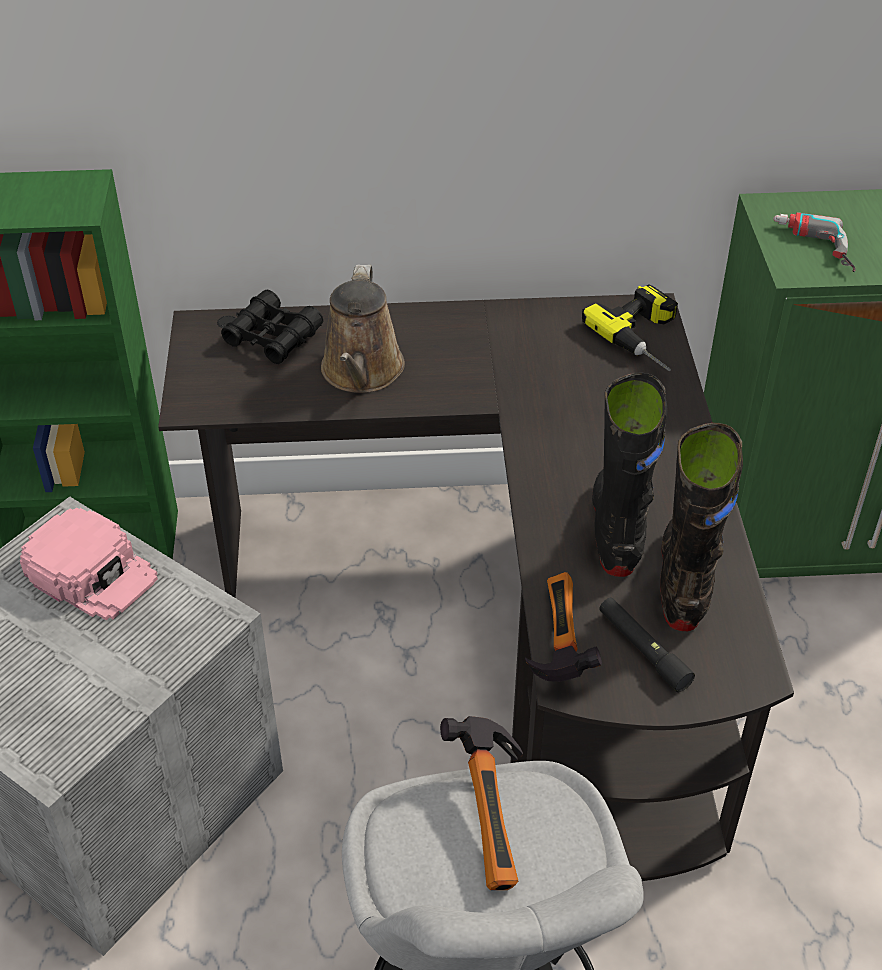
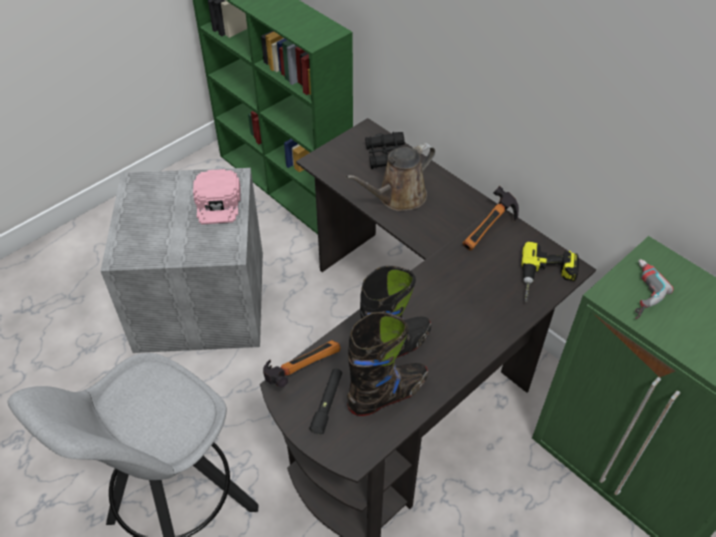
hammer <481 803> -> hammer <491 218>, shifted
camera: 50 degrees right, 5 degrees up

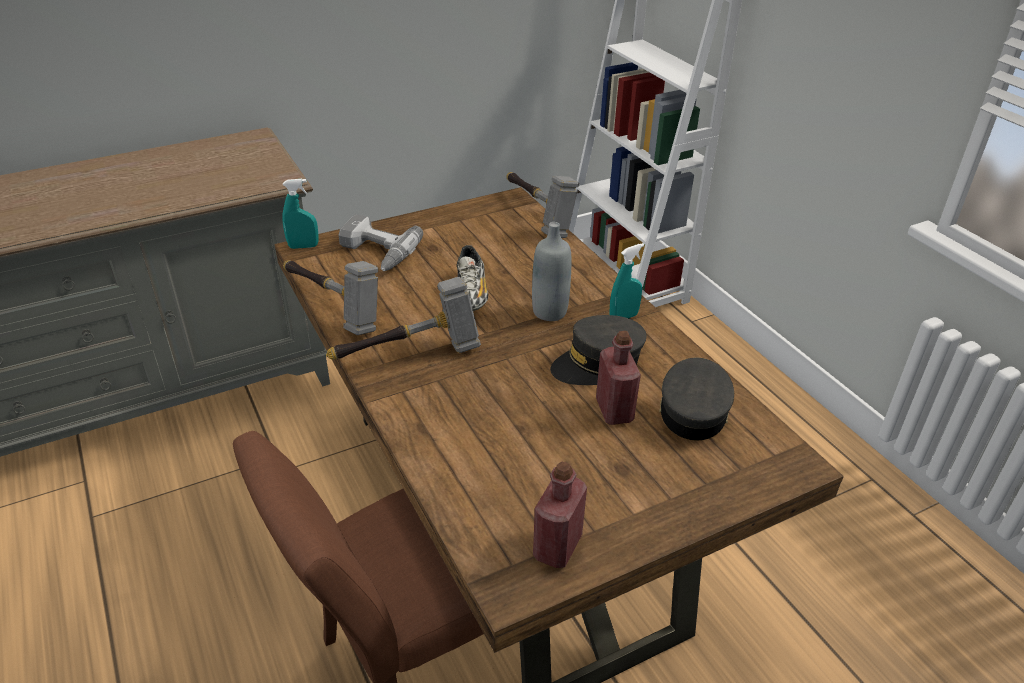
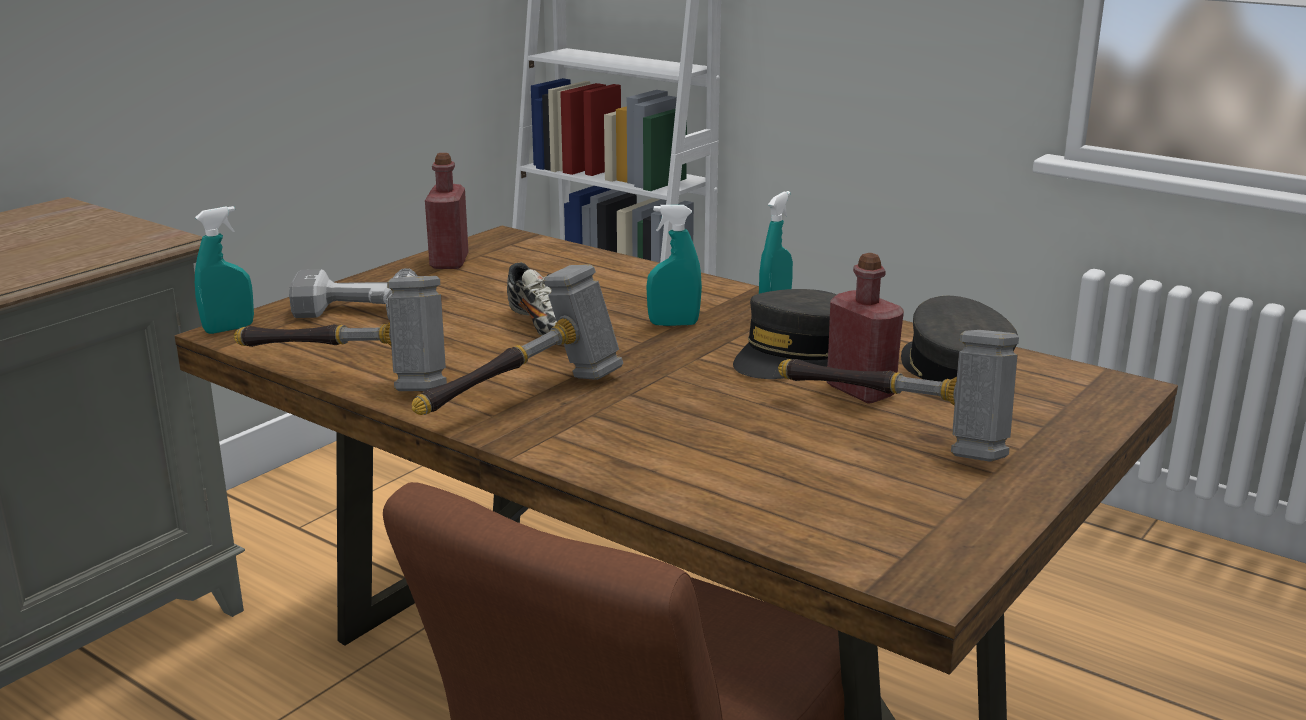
hammer <543 205> -> hammer <898 396>, shifted
bottle/grey <551 271> -> spray bottle/turquoise <674 265>
bottle/red <560 515> -> bottle/red <447 211>, shifted
camera: 25 degrees left, 15 degrees down

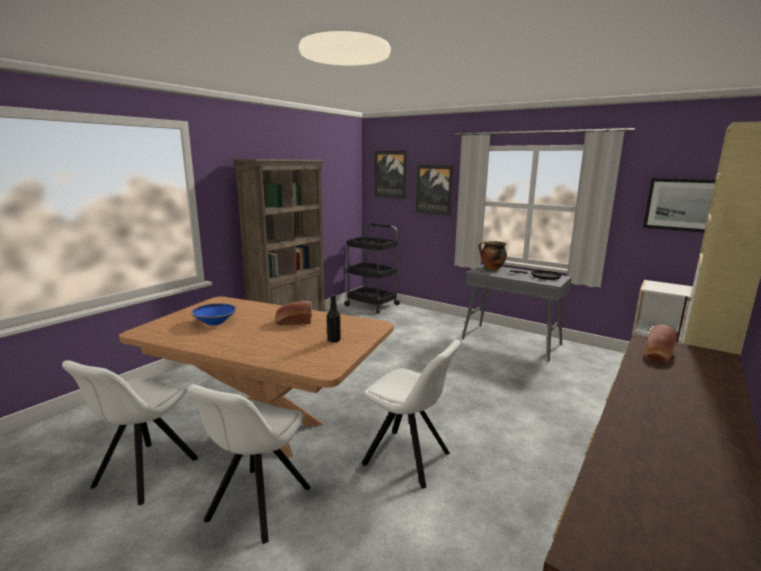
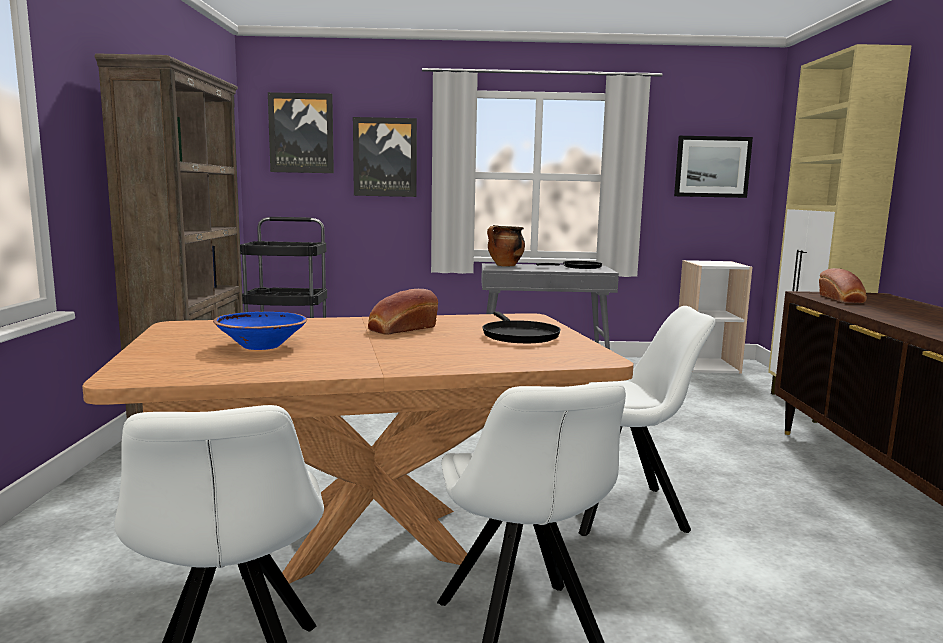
bottle/black <334 318> -> frying pan/black <521 327>
camera: 35 degrees left, 5 degrees down

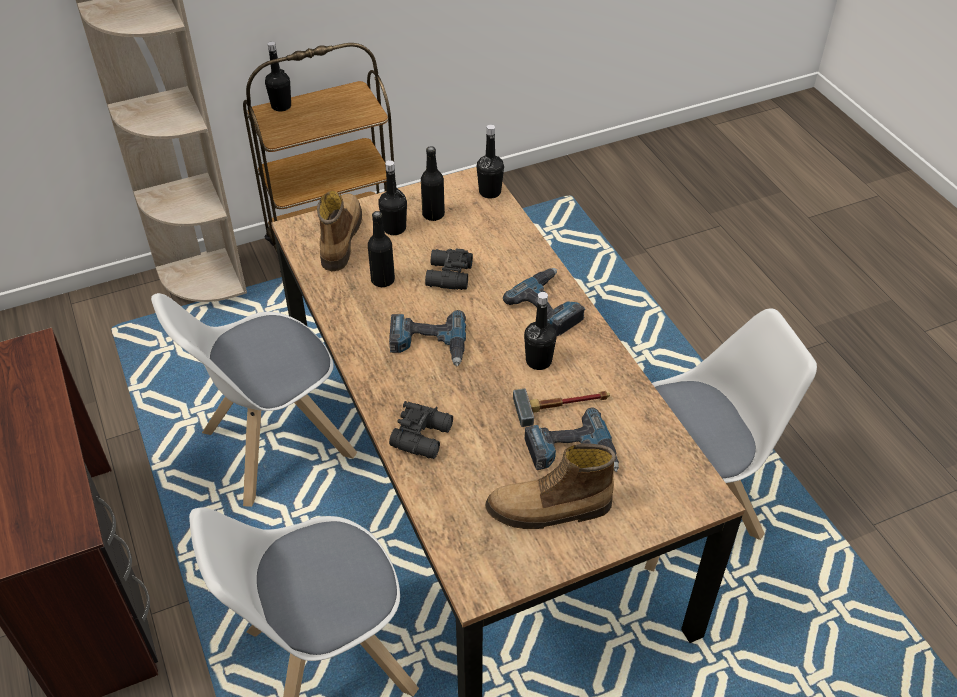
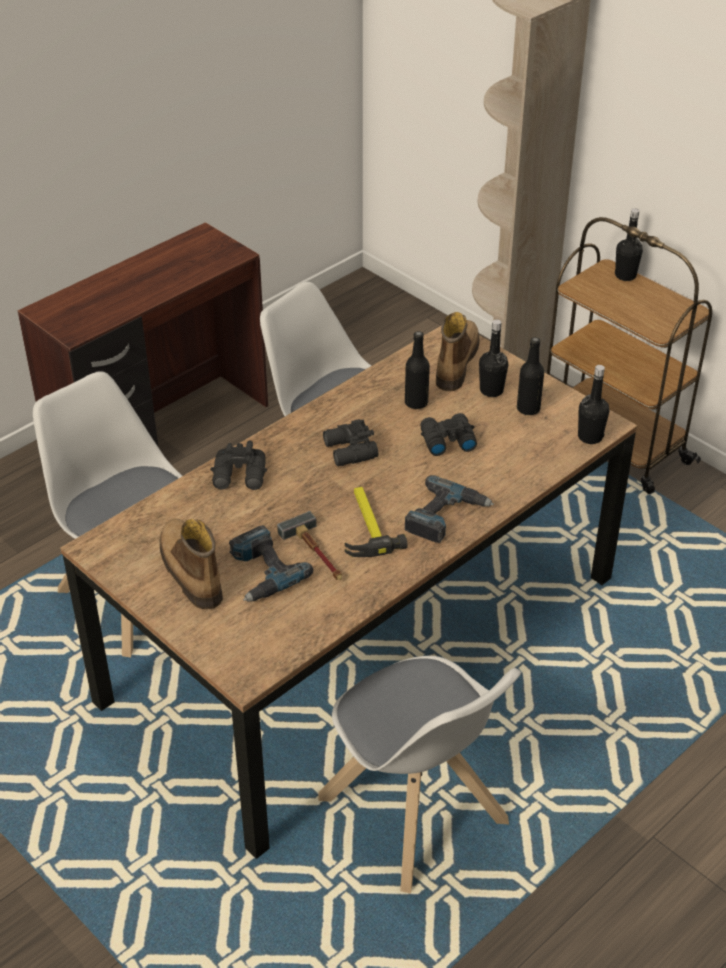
boot <339 231> -> boot <457 351>, 60 degrees counterclockwise
power drill <427 338> -> binoculars/black <350 442>
bottle/black <540 331> -> hammer <376 522>
camera: 70 degrees right, 5 degrees down

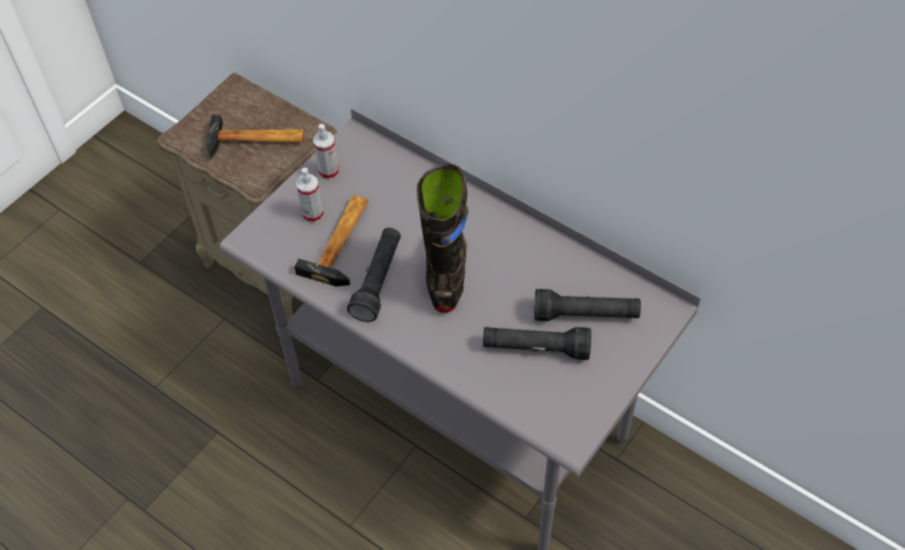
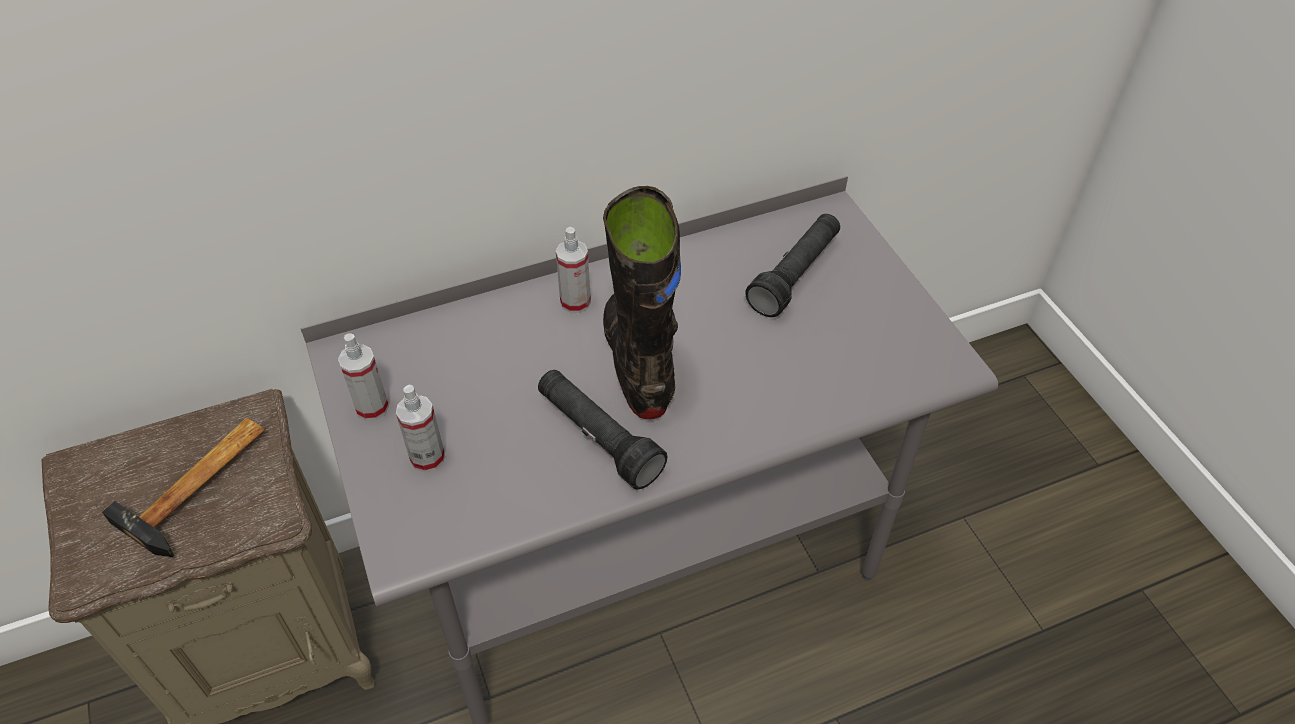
hammer <331 241> -> none
boot/black <442 238> -> boot/black <642 302>, 45 degrees clockwise
flashlight/black <537 343> -> none
none -> spray bottle <573 270>
camera: 60 degrees left, 5 degrees down

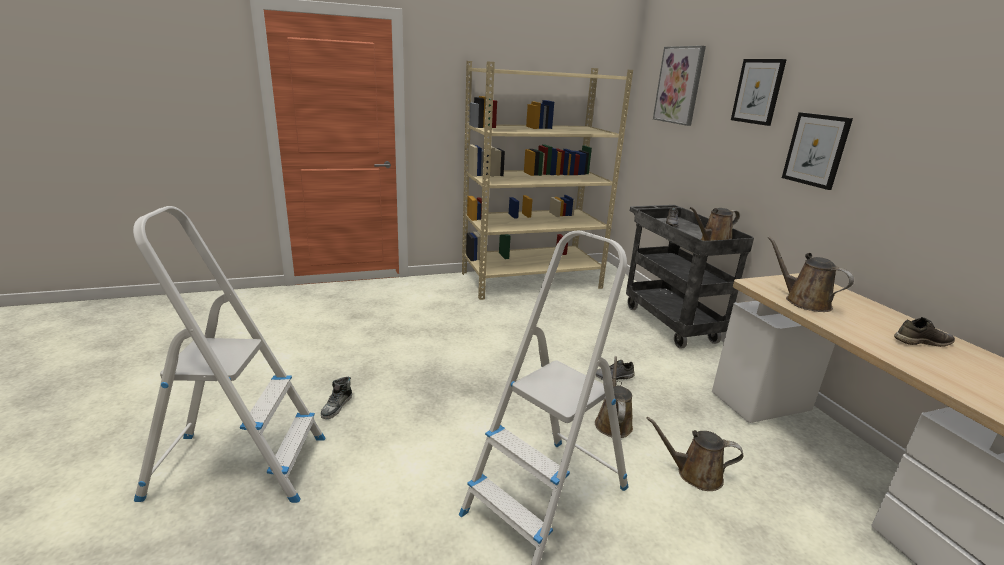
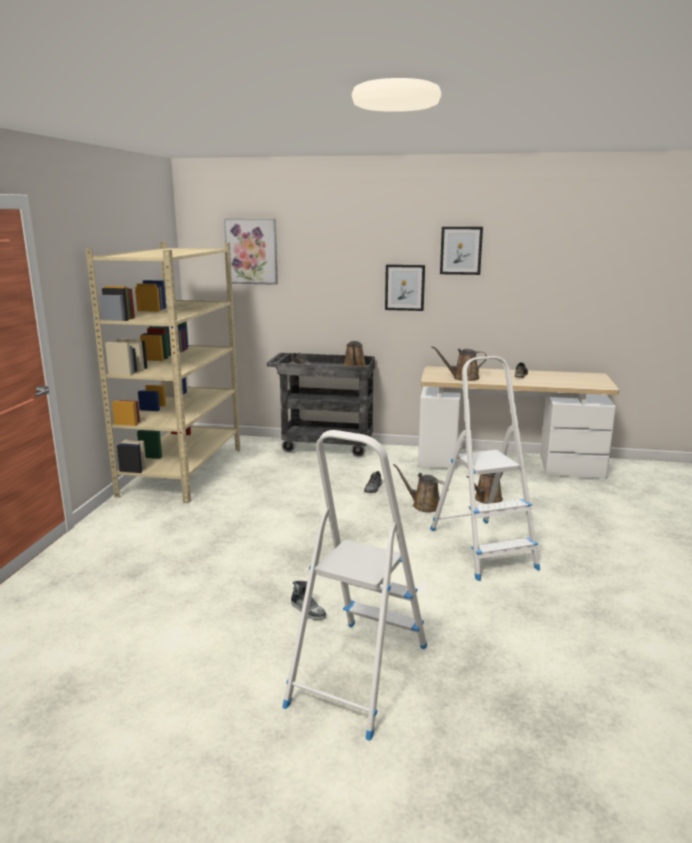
picture <759 92> -> picture <461 251>, shifted
camera: 60 degrees left, 5 degrees down

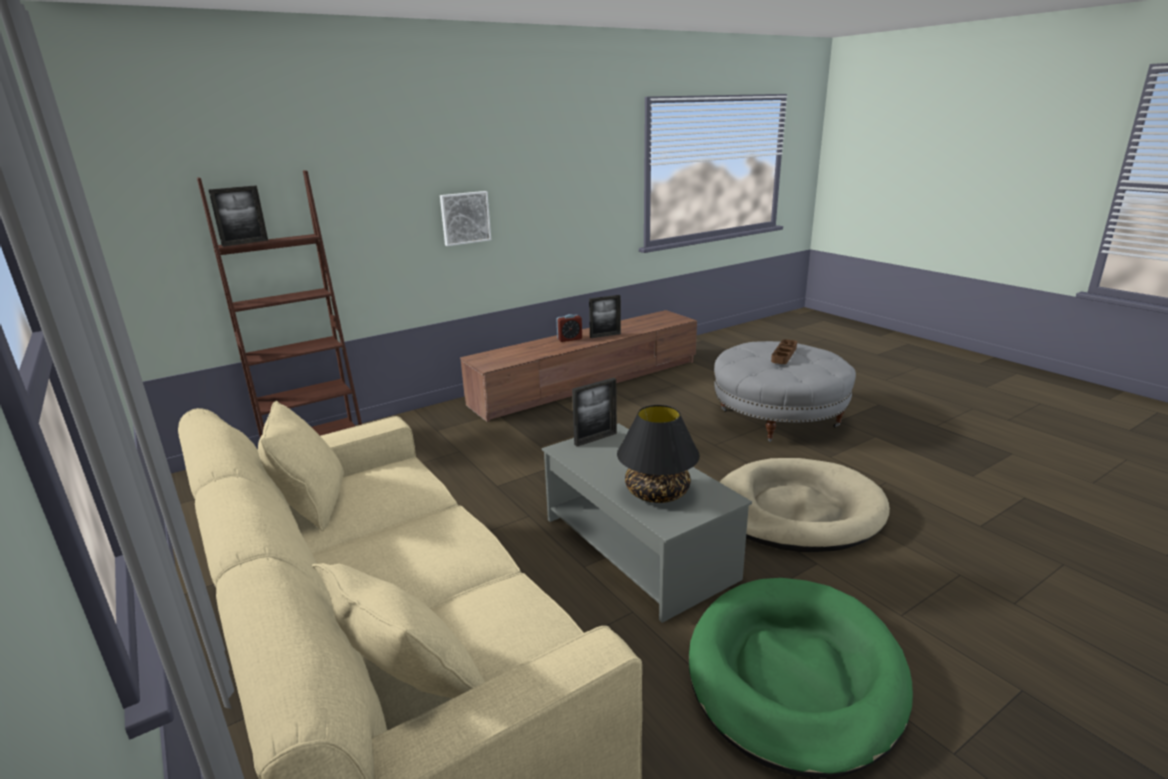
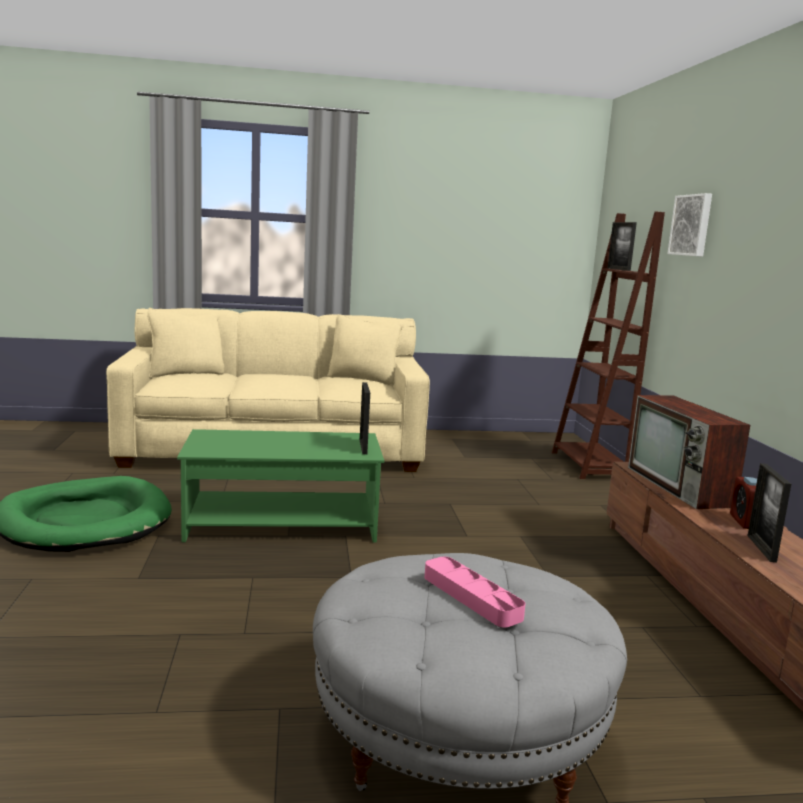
picture <465 218> -> picture <689 225>, shifted
coffee table/grey <647 523> -> coffee table/green <280 485>
table lamp/black <658 454> -> none
dog bed/beige <805 505> -> none
tray/brown <784 351> -> tray/pink <475 592>
none -> television <689 452>
camera: 115 degrees right, 10 degrees down

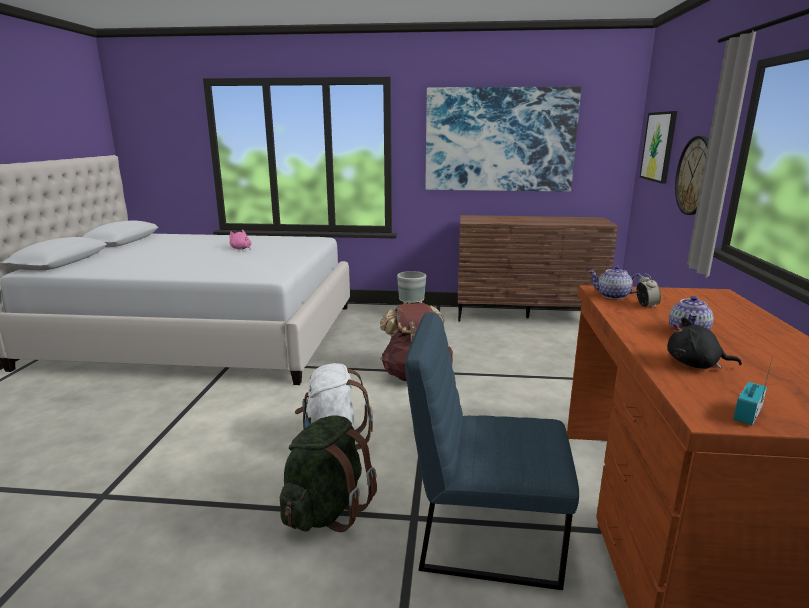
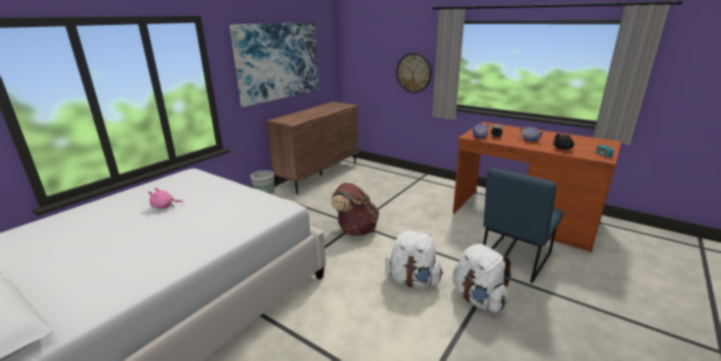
backpack/green <328 473> -> backpack/white <482 278>
picture <658 147> -> none
camera: 60 degrees left, 5 degrees up

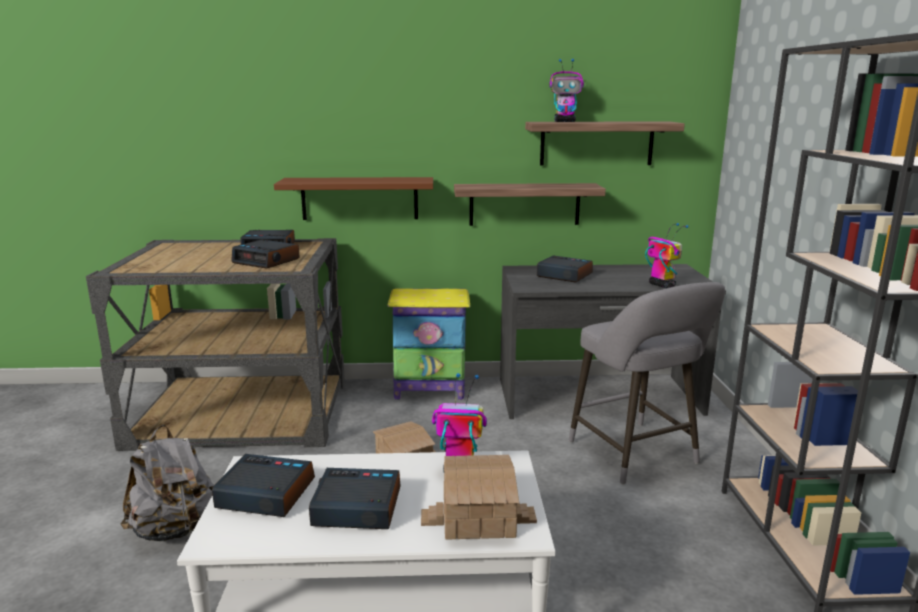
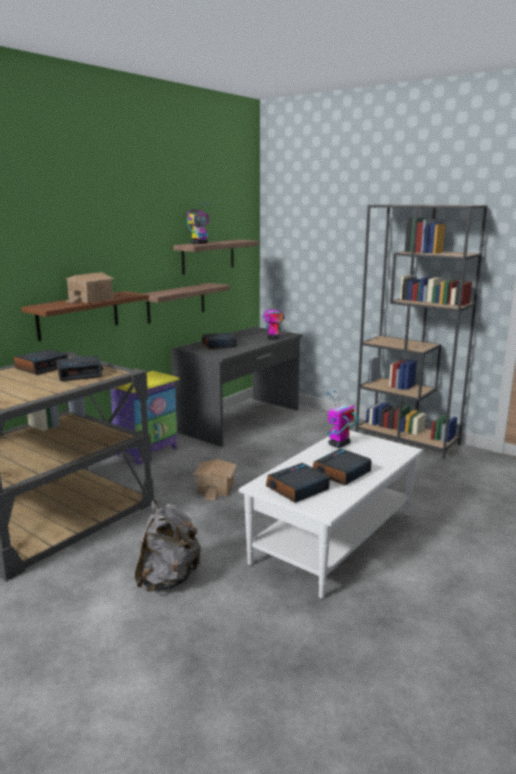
toy house <479 497> -> toy house <90 288>, shifted
stool/grey <647 383> -> none
camera: 50 degrees left, 0 degrees up

